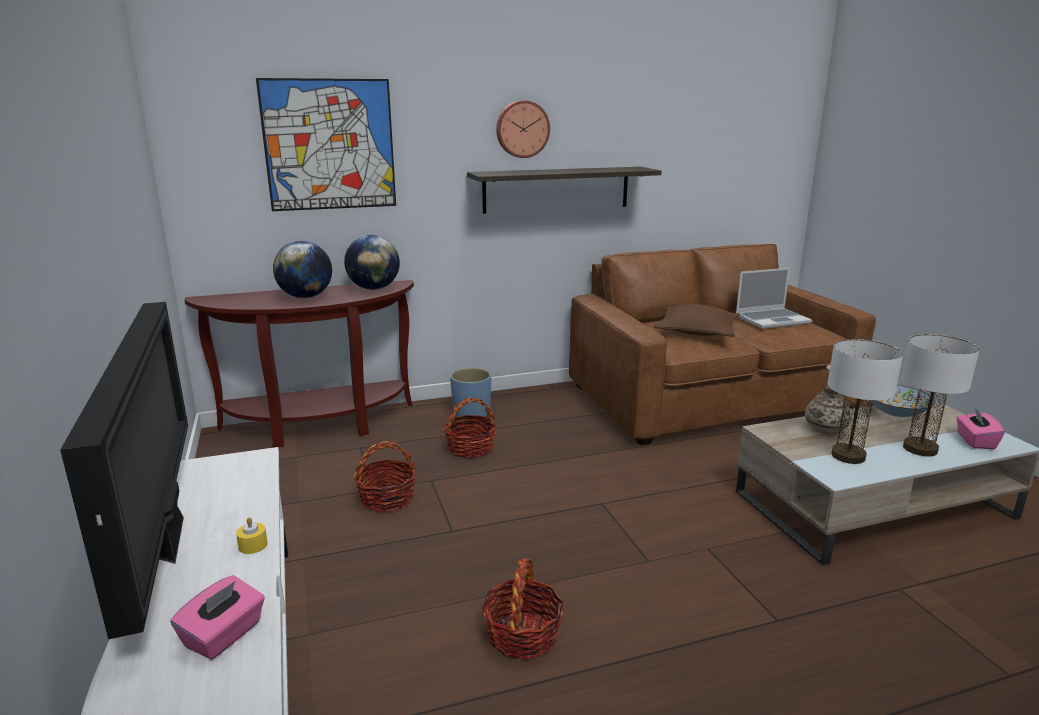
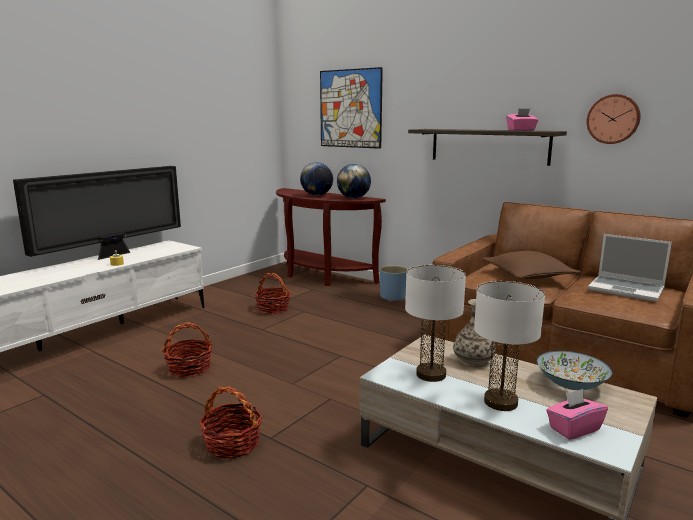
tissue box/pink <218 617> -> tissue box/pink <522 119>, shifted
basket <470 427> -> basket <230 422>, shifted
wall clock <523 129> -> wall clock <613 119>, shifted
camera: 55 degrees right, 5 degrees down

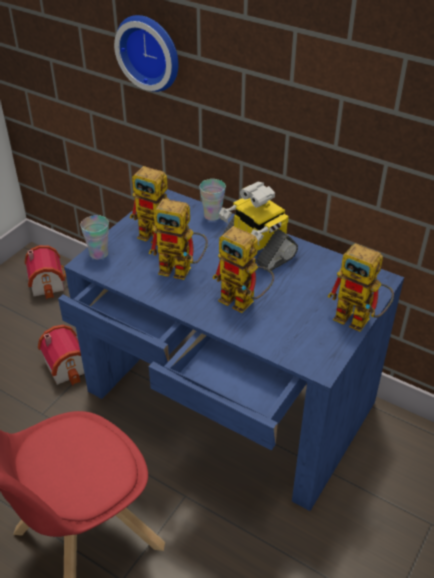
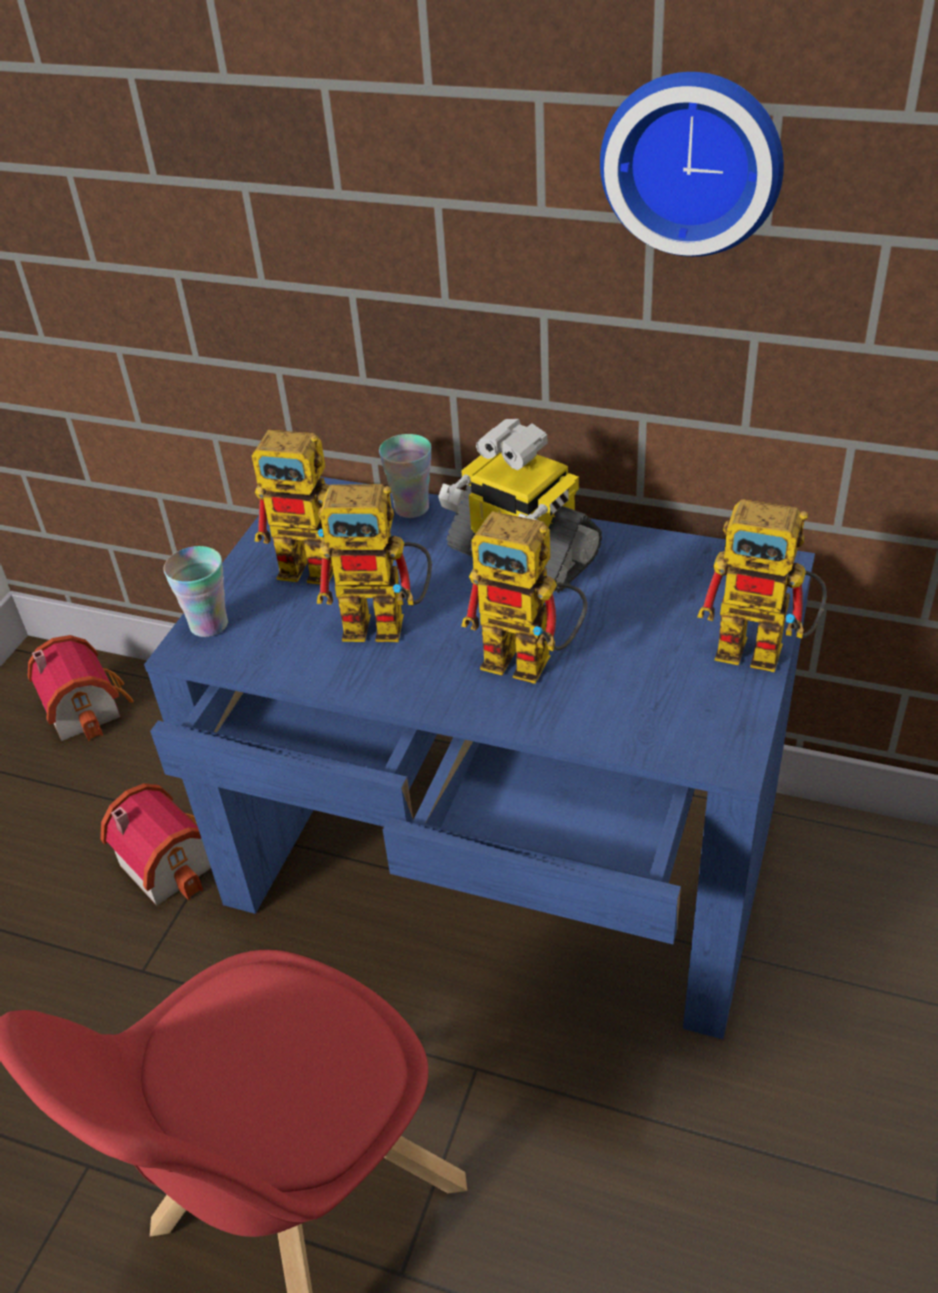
wall clock <146 53> -> wall clock <692 164>, shifted
camera: 10 degrees left, 0 degrees up

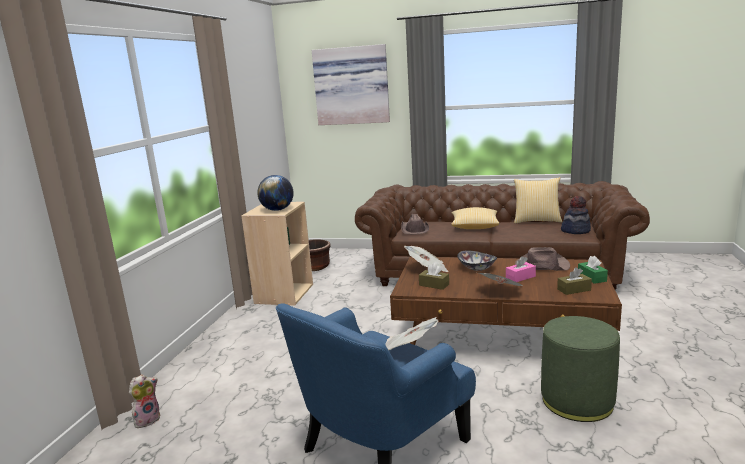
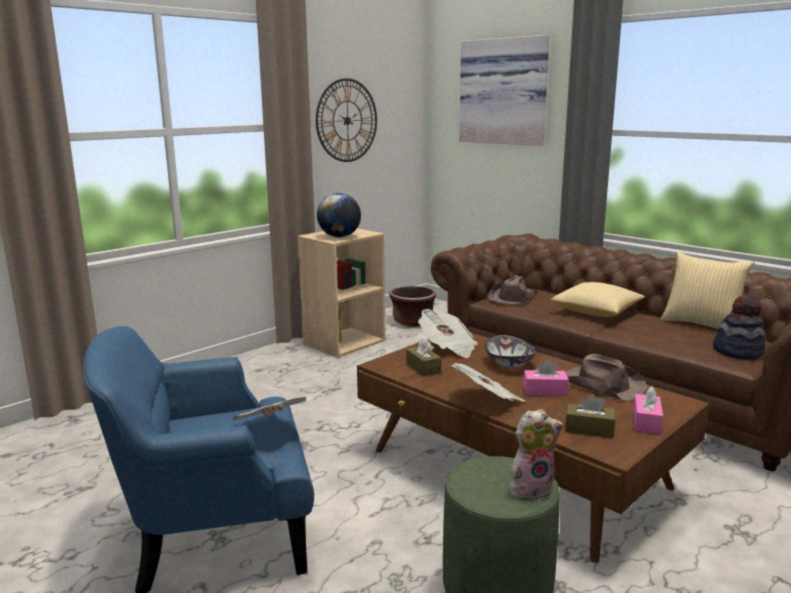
plush toy <144 401> -> plush toy <536 454>, shifted
tissue box/green <593 270> -> tissue box/pink <648 410>
none -> wall clock <346 120>
camera: 30 degrees right, 0 degrees up

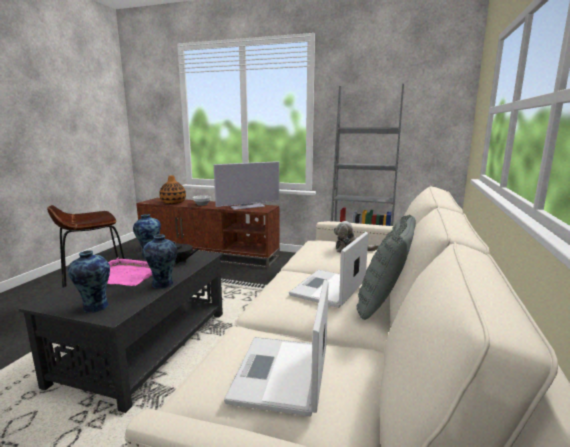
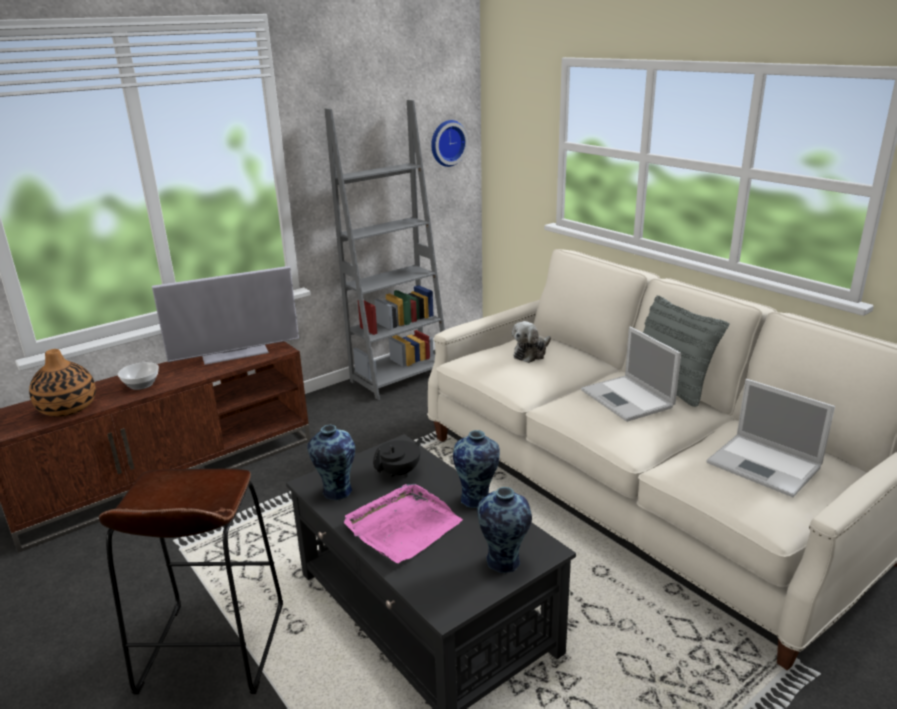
television <246 185> -> television <225 315>, 60 degrees clockwise
none -> wall clock <449 143>
camera: 55 degrees left, 10 degrees up

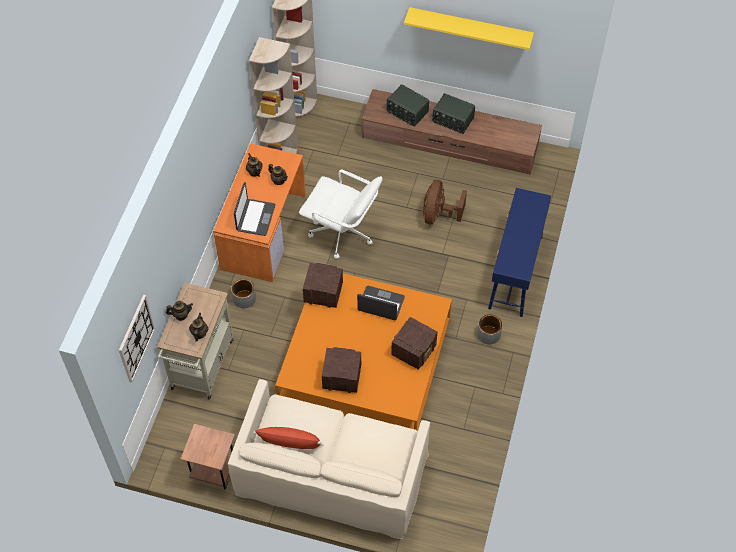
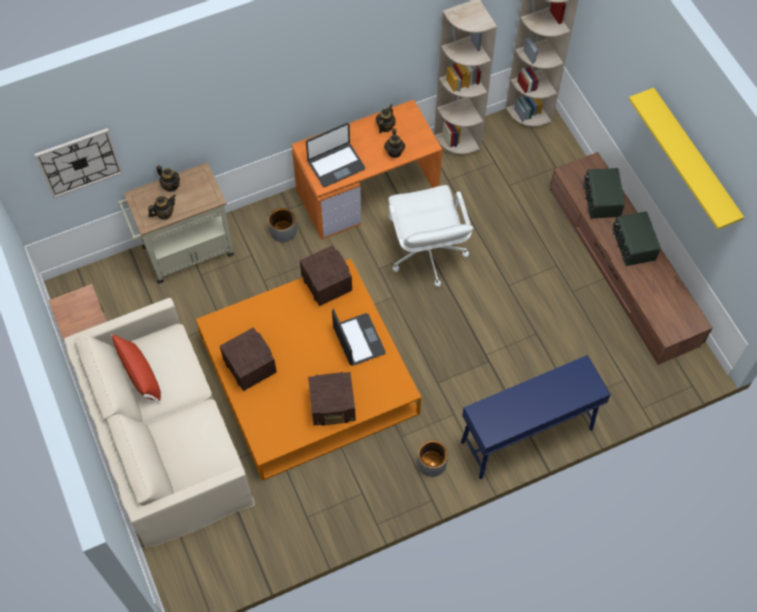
fan/brown <445 202> -> none
camera: 50 degrees right, 5 degrees up

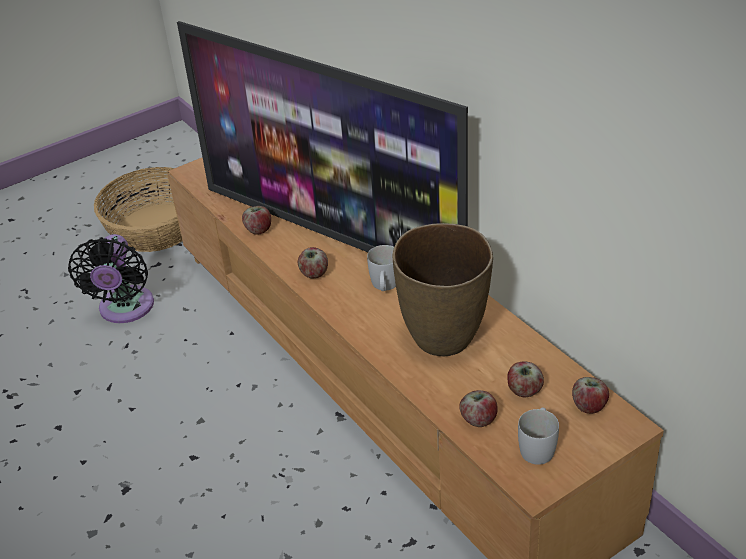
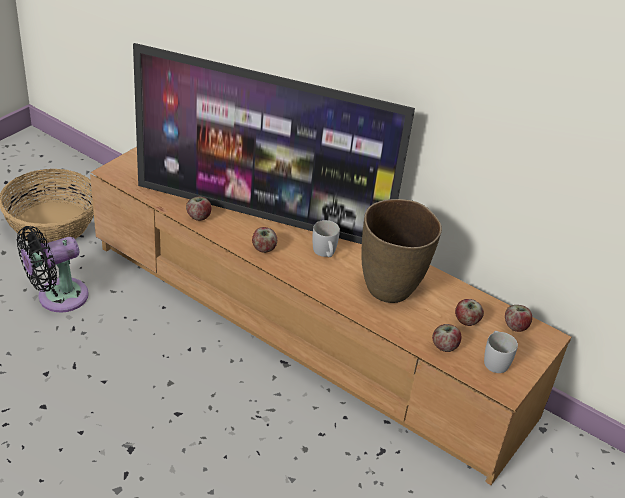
fan/black <111 278> -> fan/black <53 269>, 75 degrees clockwise
camera: 25 degrees left, 0 degrees up

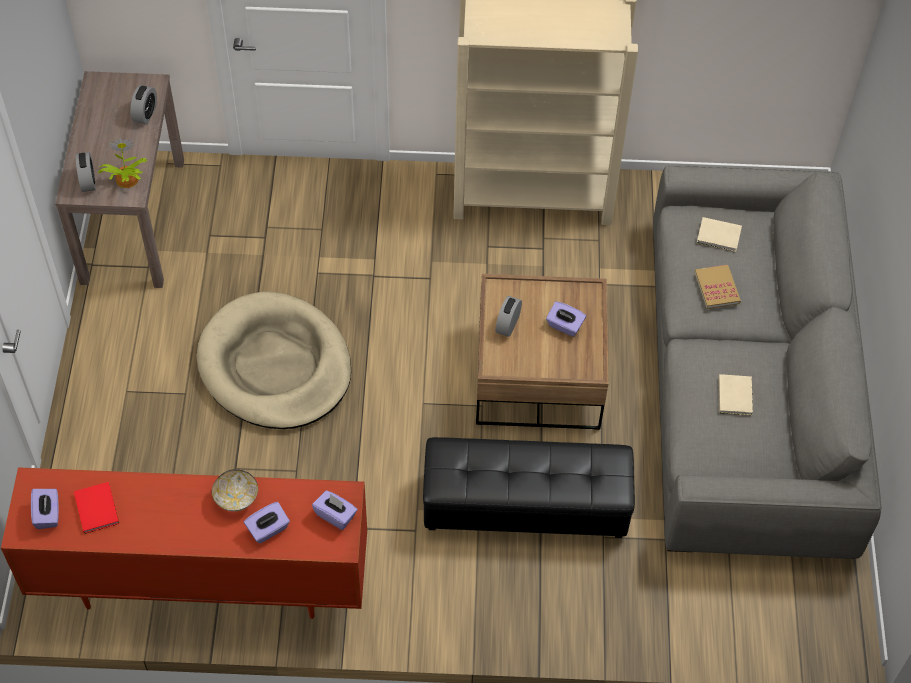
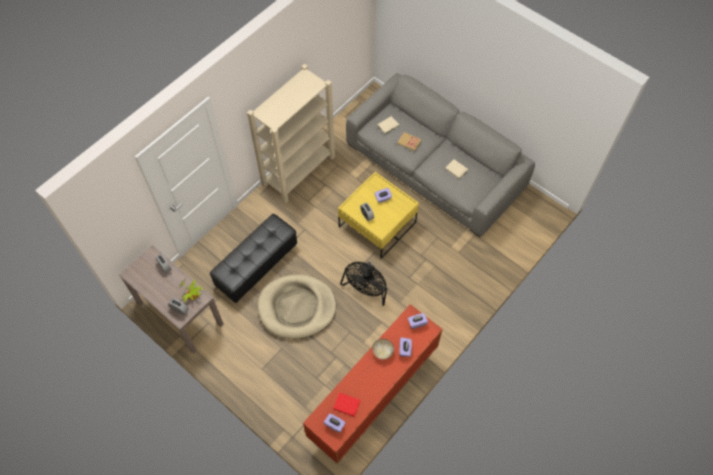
ottoman/black <529 487> -> ottoman/black <253 258>, shifted
coffee table/brown <542 352> -> coffee table/yellow <378 215>
none -> fan/black <364 284>
camera: 50 degrees left, 5 degrees up

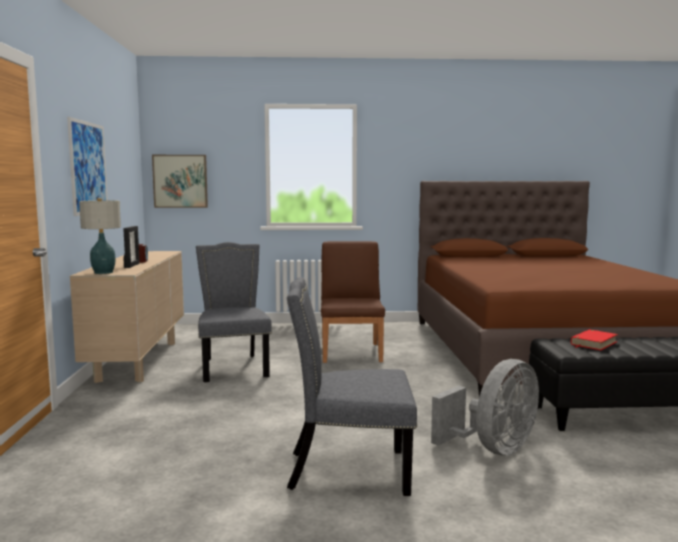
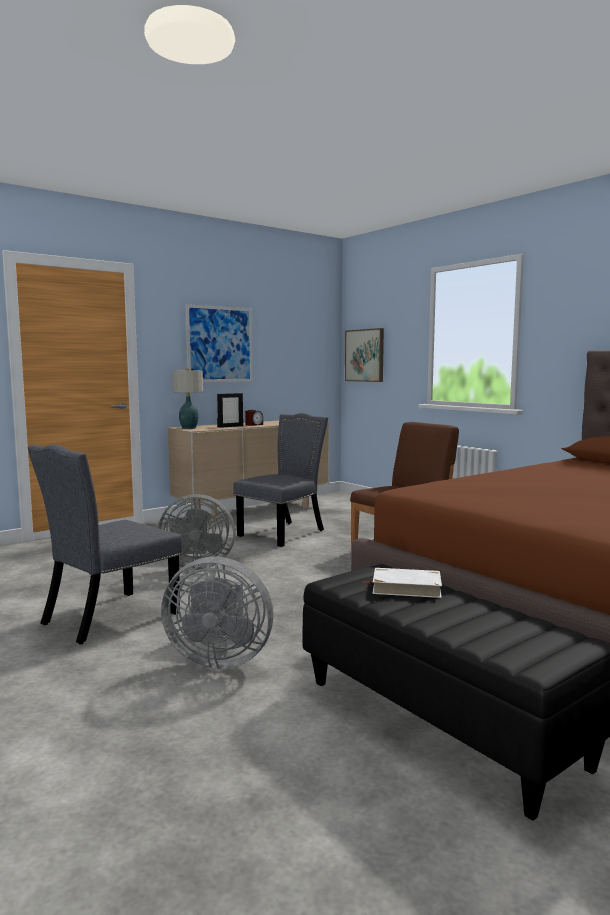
chair/grey <352 386> -> chair/grey <105 544>, 105 degrees counterclockwise
book/red <594 339> -> book/white <402 583>
none -> fan/grey <197 532>
camera: 55 degrees right, 0 degrees up

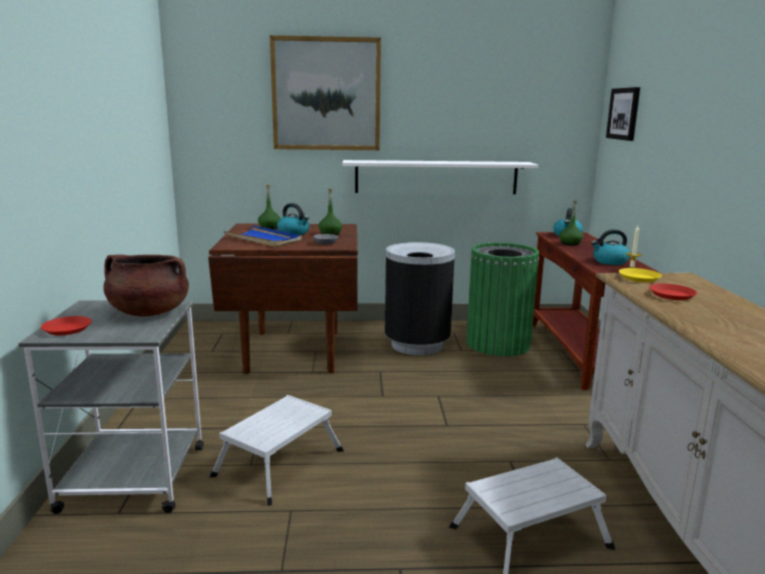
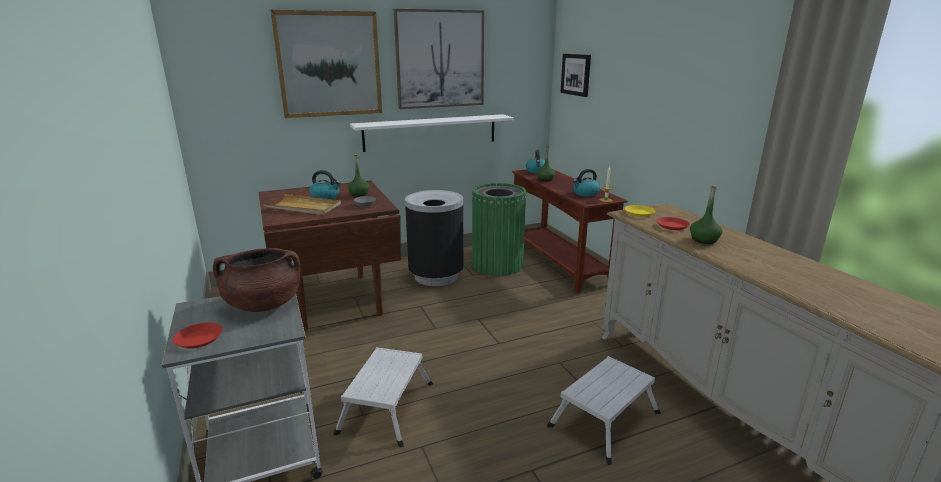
tray/blue <263 236> -> tray/beige <302 204>
bottle/green <269 206> -> bottle/green <706 214>, shifted
none -> picture <439 59>
camera: 20 degrees left, 5 degrees up

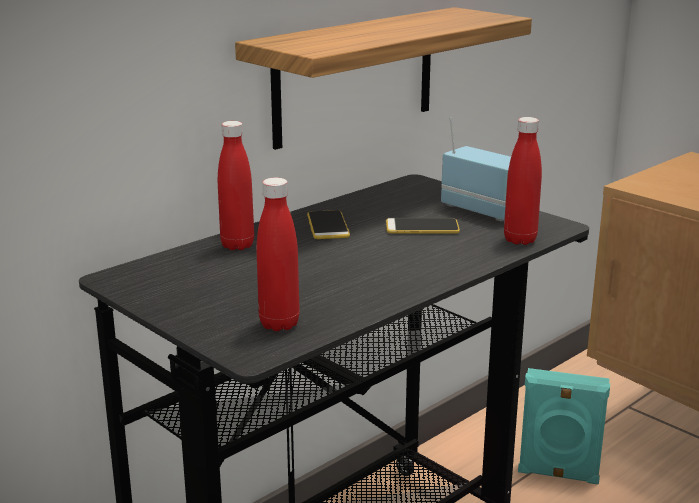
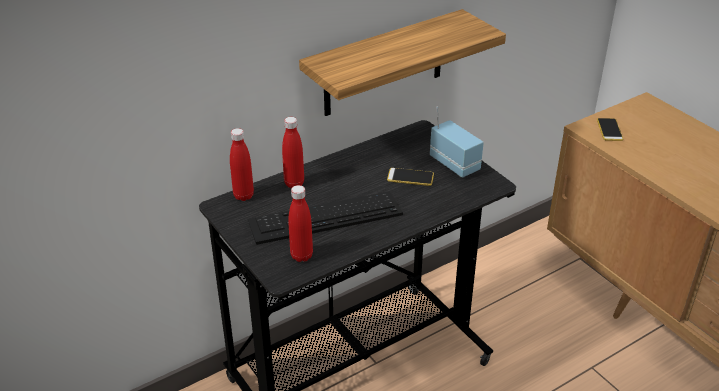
phone <328 224> -> phone <610 129>, shifted
bottle/red <523 181> -> bottle/red <242 164>, shifted
speaker/turquoise <564 426> -> none
none -> keyboard <325 218>
camera: 10 degrees right, 15 degrees up

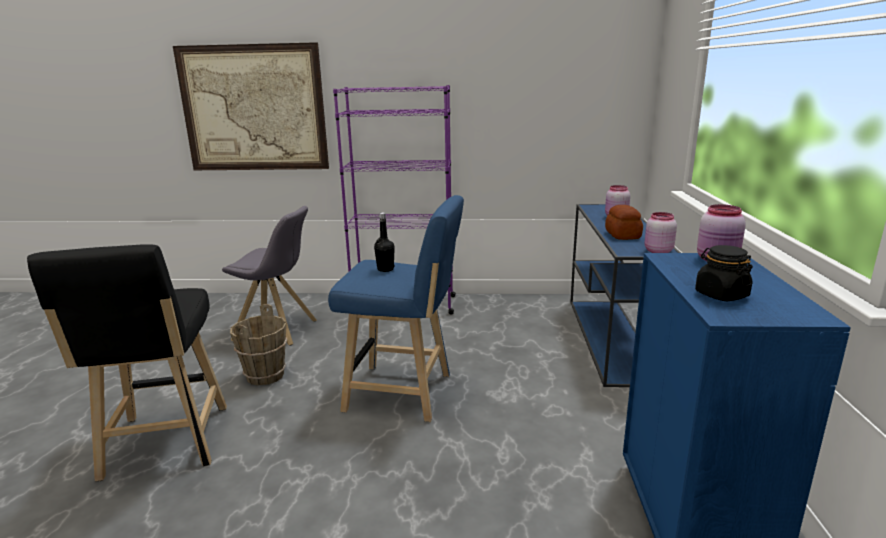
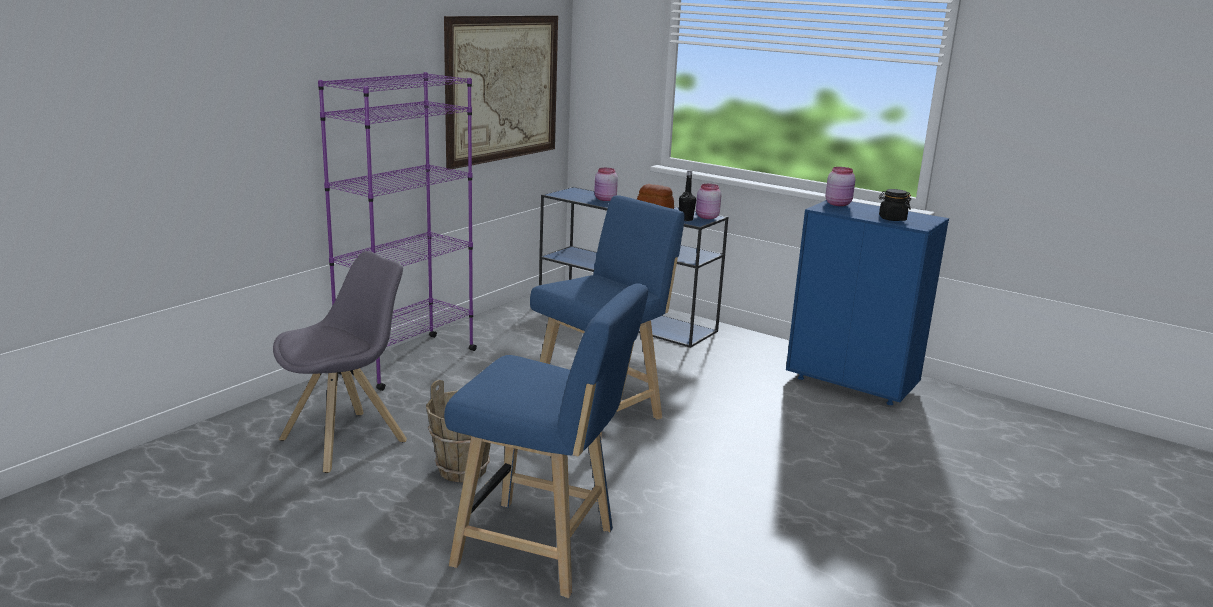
stool/black <127 363> -> stool/blue <546 441>
picture <251 106> -> picture <501 92>, shifted
bottle/black <384 242> -> bottle/black <687 195>, shifted
camera: 60 degrees left, 0 degrees up

